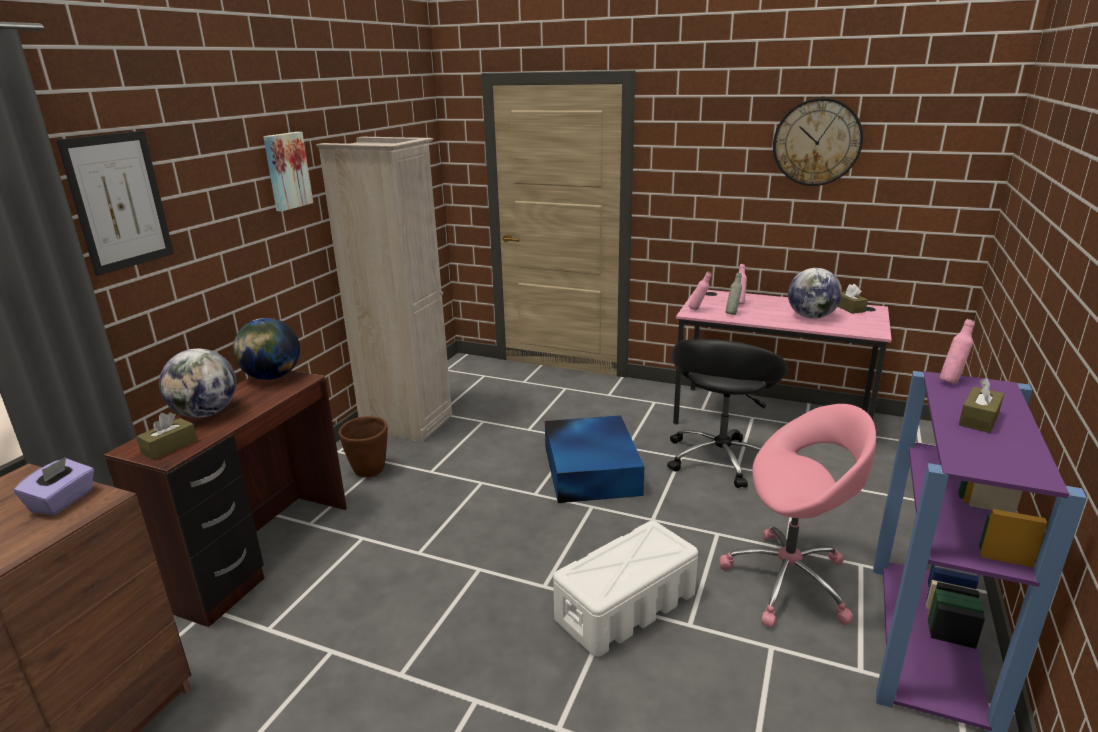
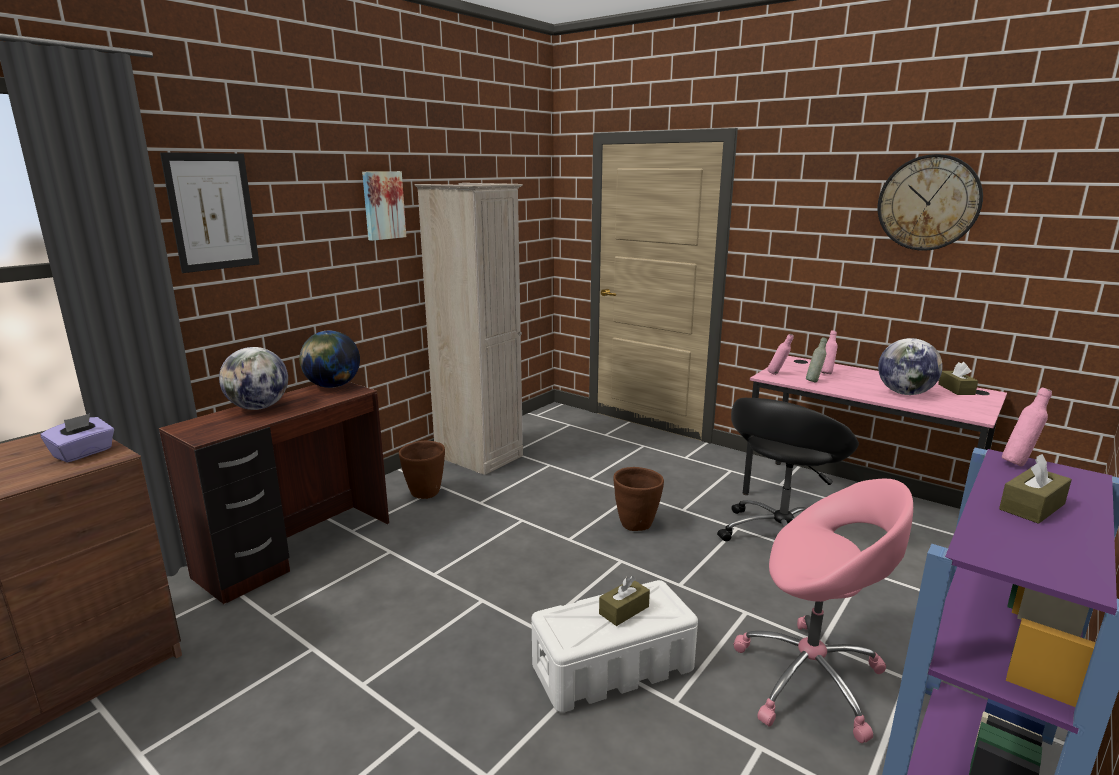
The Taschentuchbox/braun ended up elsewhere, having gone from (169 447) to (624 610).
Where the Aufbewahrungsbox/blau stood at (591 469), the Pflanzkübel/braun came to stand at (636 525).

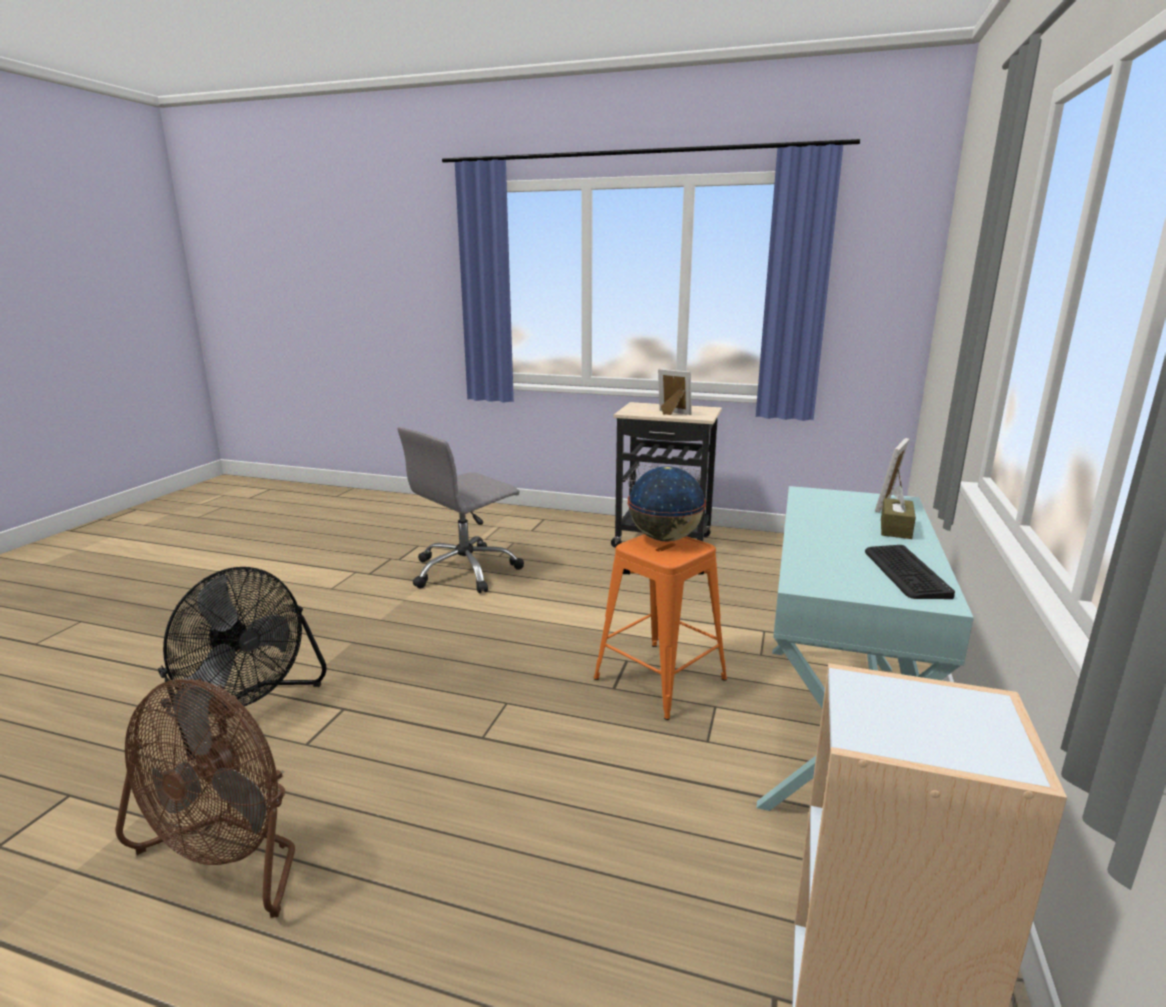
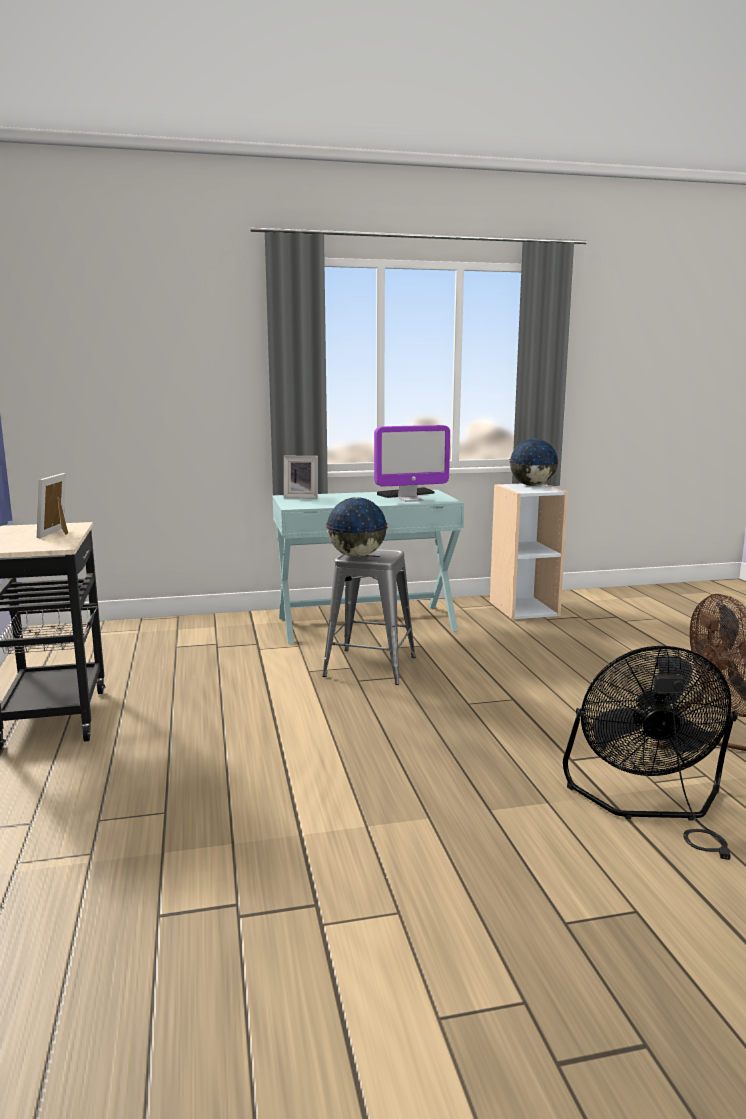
What was the Hocker/orange at (660 679) turned into the Hocker/grau at (370 666).
The second view gained the Monitor at (411 499).
The second view gained the Globus at (532 485).
The second view lost the Bürostuhl/grau at (465 571).
The second view lost the Taschentuchbox/braun at (895 528).

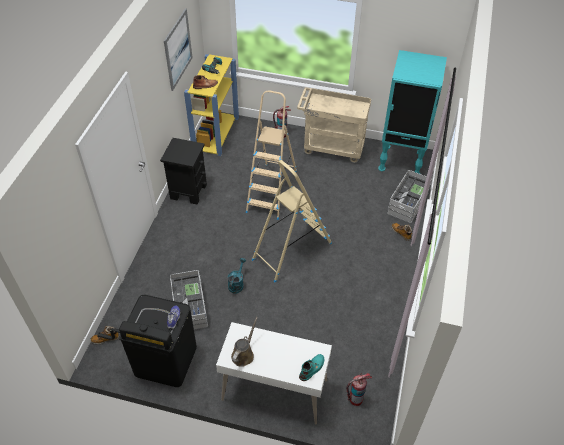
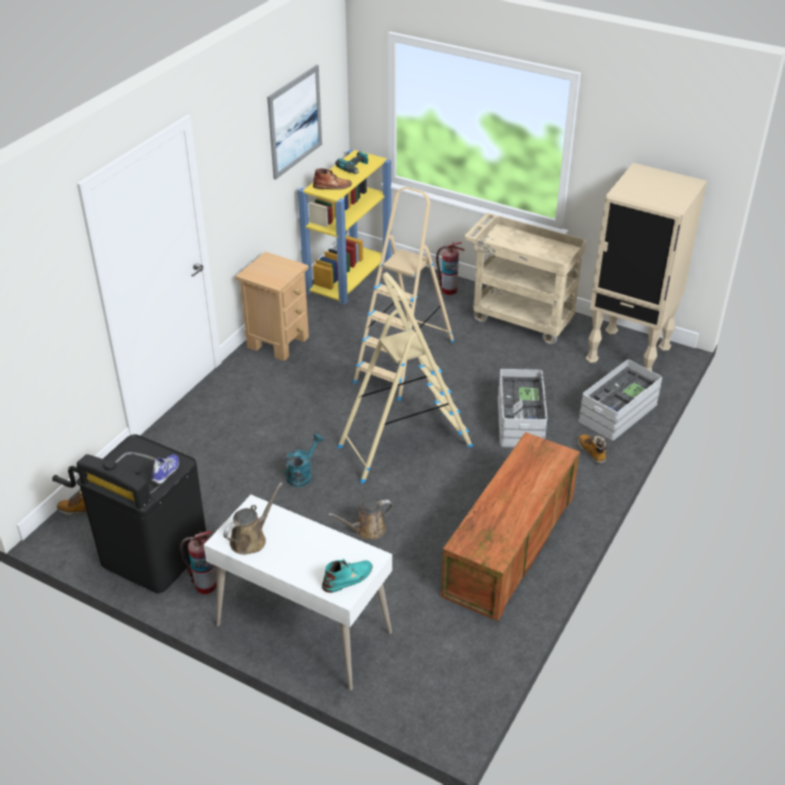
The Feuerlöscher ended up elsewhere, having gone from (355 399) to (205 585).
What was the Nachttisch/schwarz at (189 191) turned into the Nachttisch/beige at (279 342).
The second view gained the Gießkanne/braun at (367 530).
The second view gained the Bank/braun at (510 547).
The Aufbewahrungsbox/grau ended up elsewhere, having gone from (190 307) to (521 421).
What was the Schrank/türkis at (401 161) turned into the Schrank/beige at (628 353).

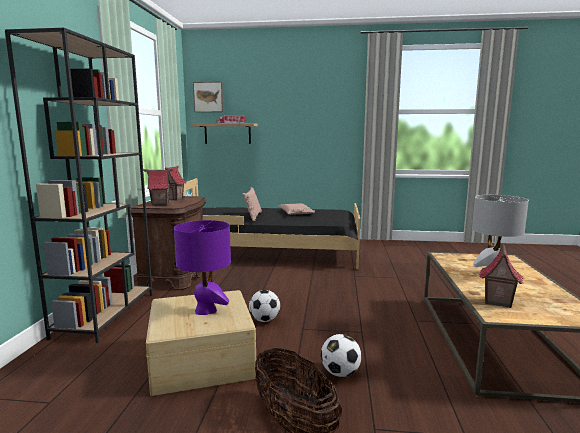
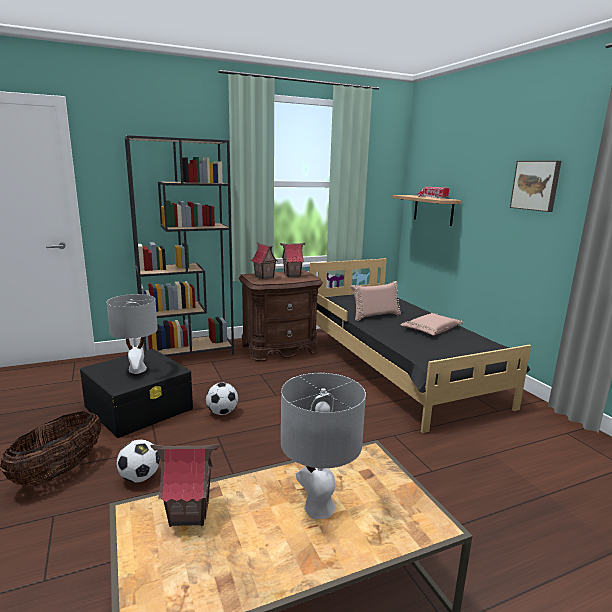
What was the Aufbewahrungsbox/beige at (202 358) turned into the Aufbewahrungsbox/schwarz at (139 407).
What was the Tischlampe/lila at (206 310) turned into the Tischlampe/grau at (137 370).
The Bild ended up elsewhere, having gone from (208 97) to (536 185).

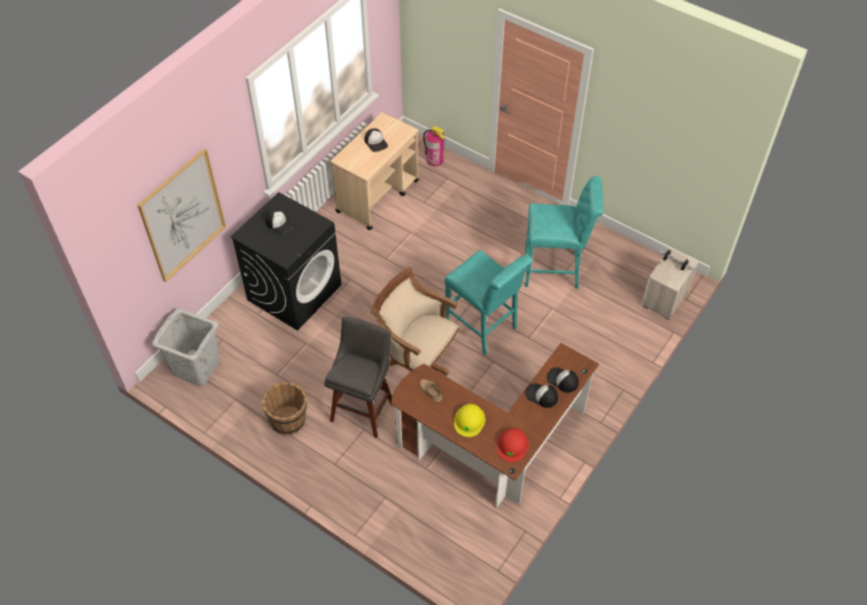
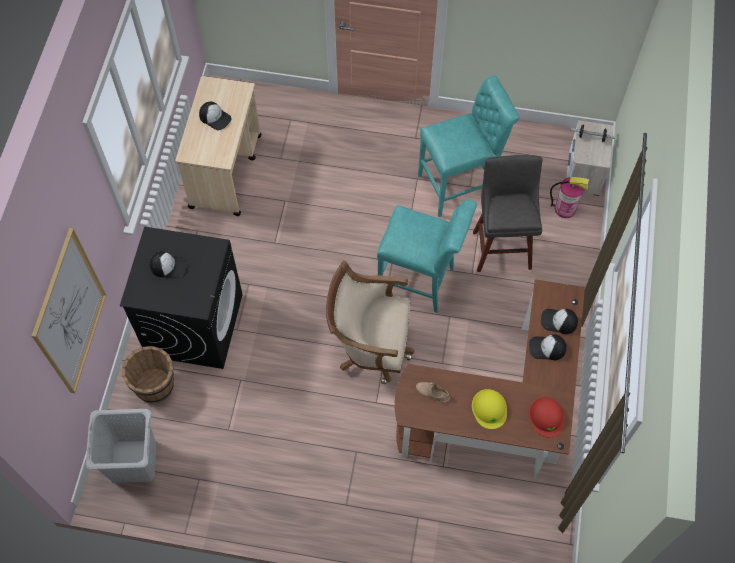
The Eimer/braun ended up elsewhere, having gone from (288 420) to (155 385).
The Hocker/grau ended up elsewhere, having gone from (364 410) to (502 247).
The Feuerlöscher ended up elsewhere, having gone from (435 160) to (565 209).

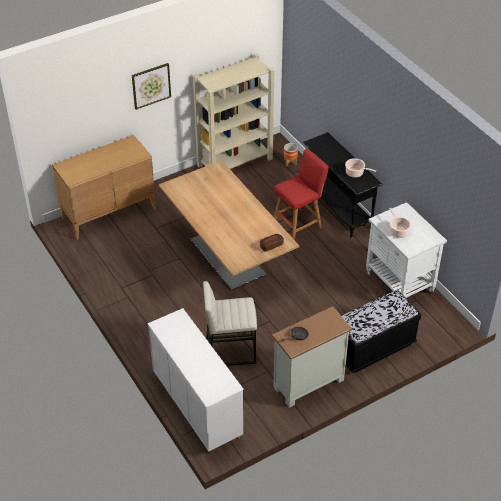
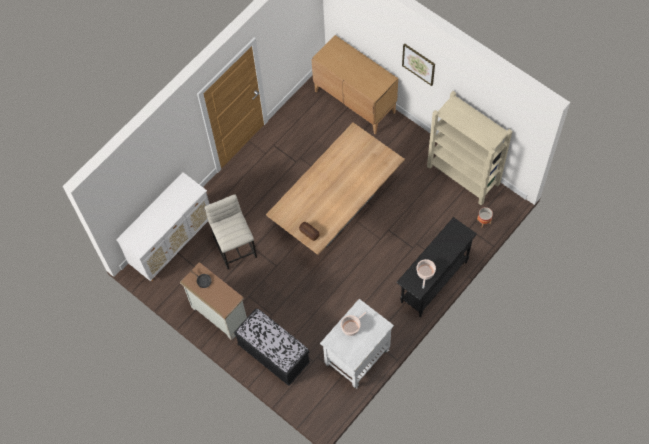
The second view lost the Hocker/rot at (299 223).

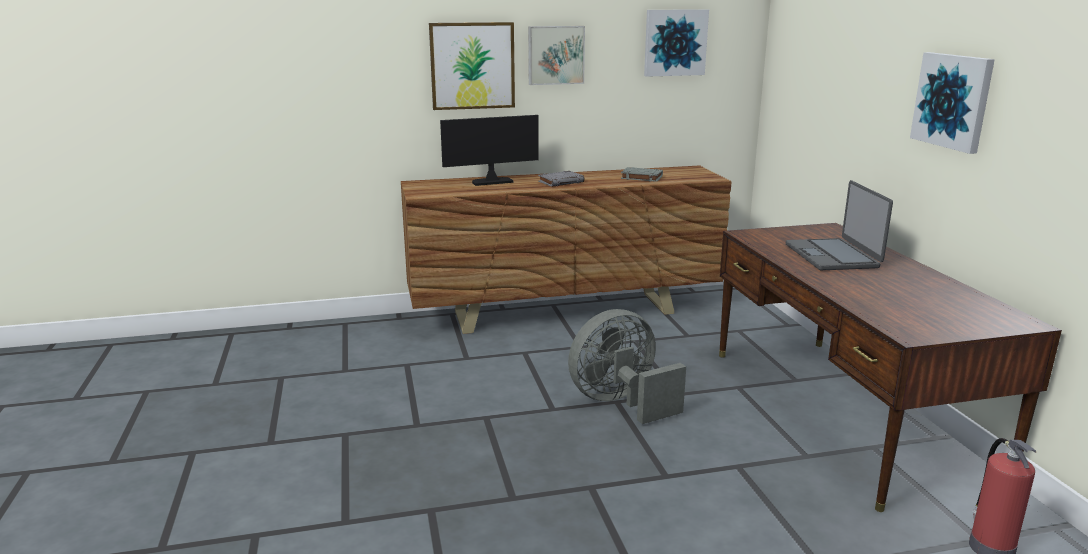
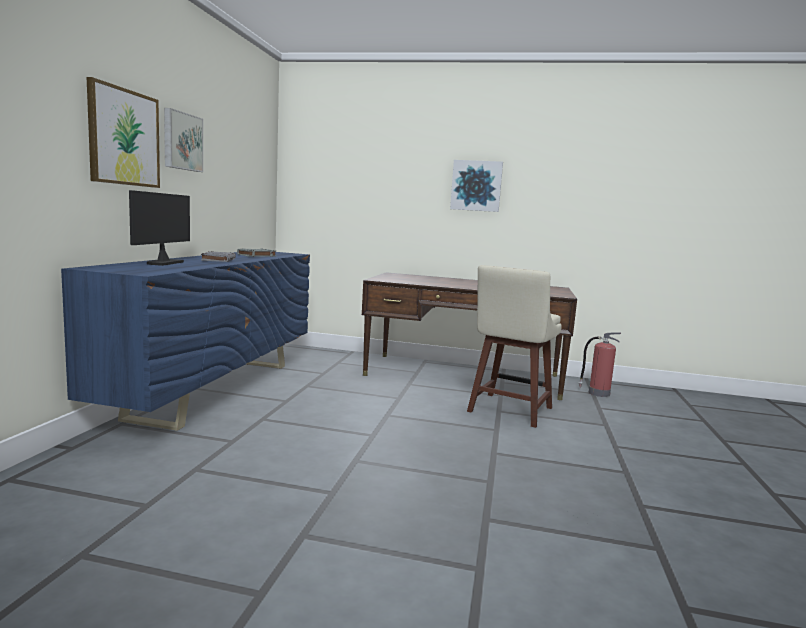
What was the Schrank/braun at (565 312) turned into the Schrank/blau at (217 388).
The second view gained the Hocker/beige at (508 411).
The second view lost the Ventilator/grau at (621 402).
The second view lost the Bild at (675 42).
The second view lost the Laptop at (833 256).

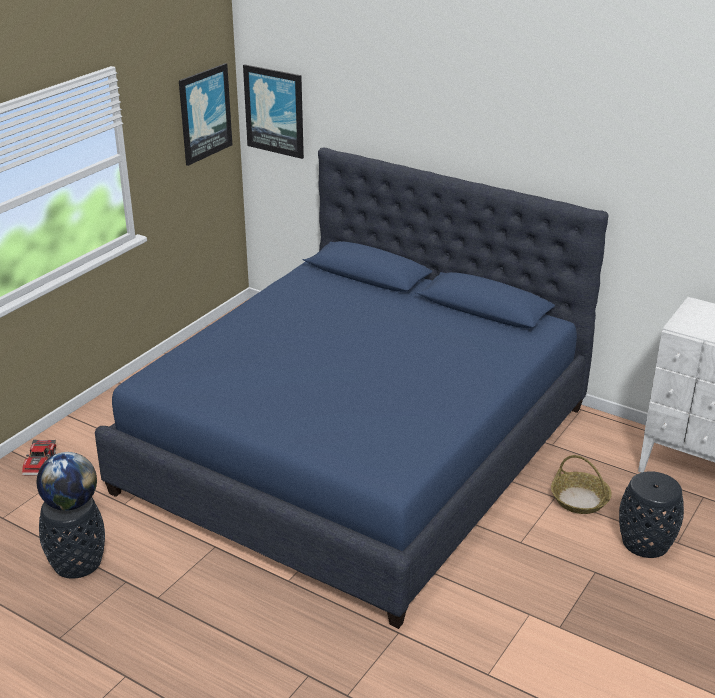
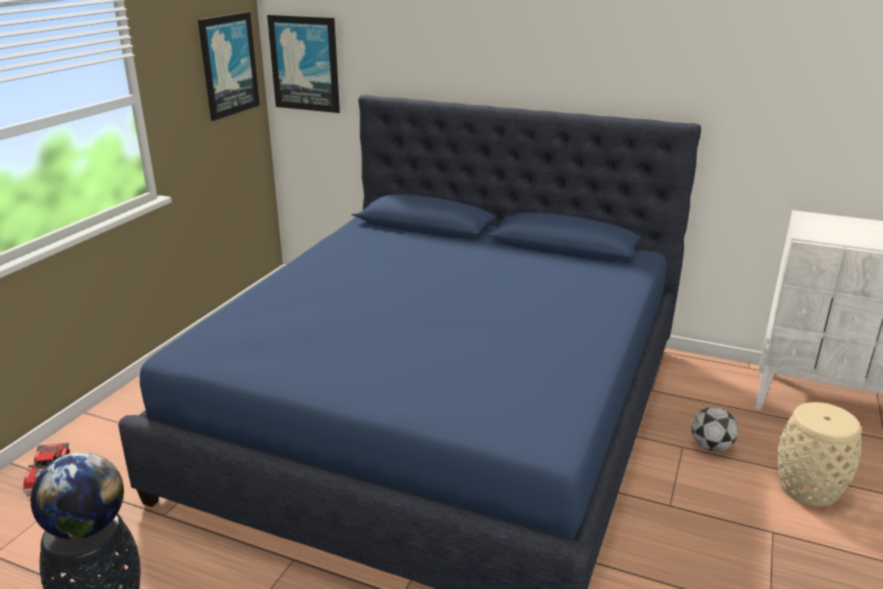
Where the Korb stood at (580 500), the Fußball came to stand at (711 446).
What was the Hocker/schwarz at (645 543) turned into the Hocker/beige at (808 488).

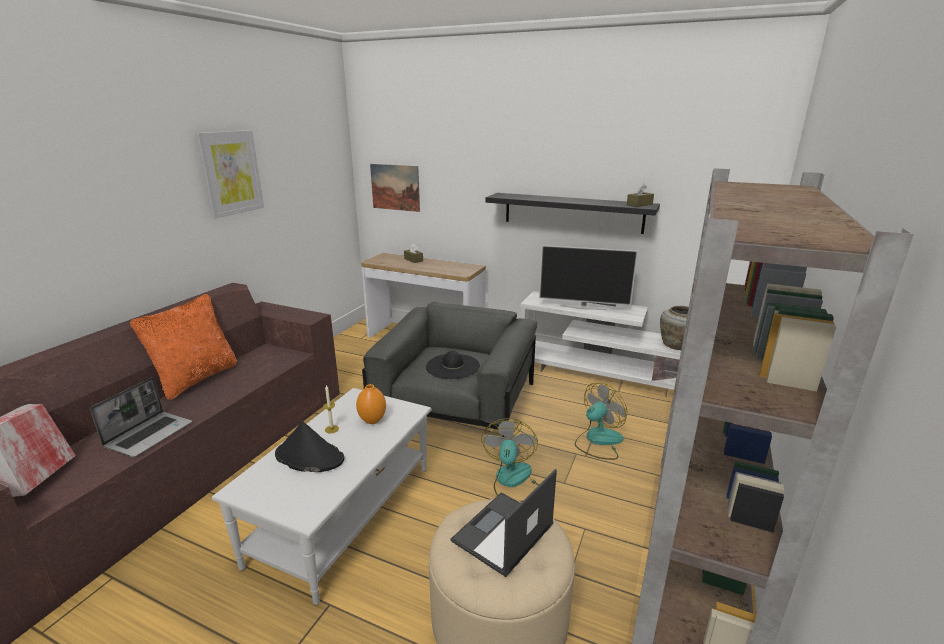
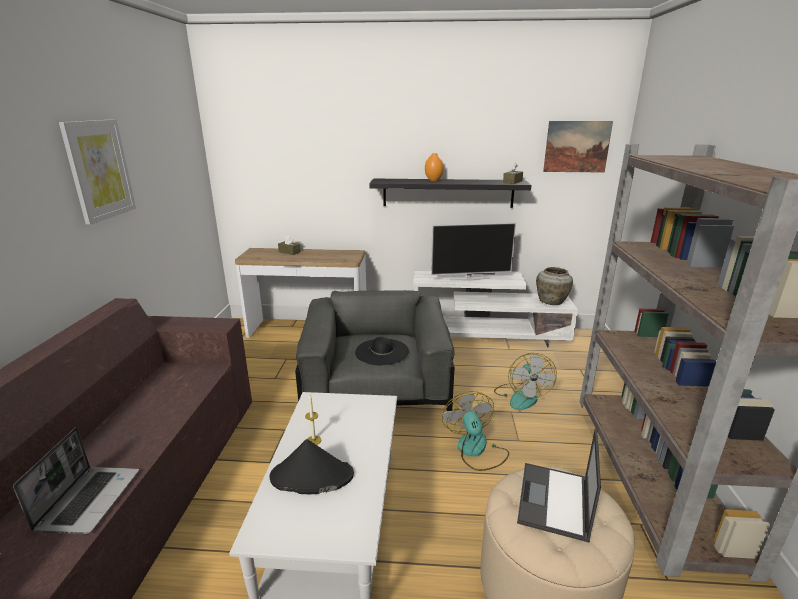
The Vase/orange ended up elsewhere, having gone from (373 420) to (434 180).
The Ventilator at (598 441) ended up facing another way, 150 degrees clockwise from before.
The Bild ended up elsewhere, having gone from (395 187) to (577 146).
The second view lost the Kissen/orange at (198 379).

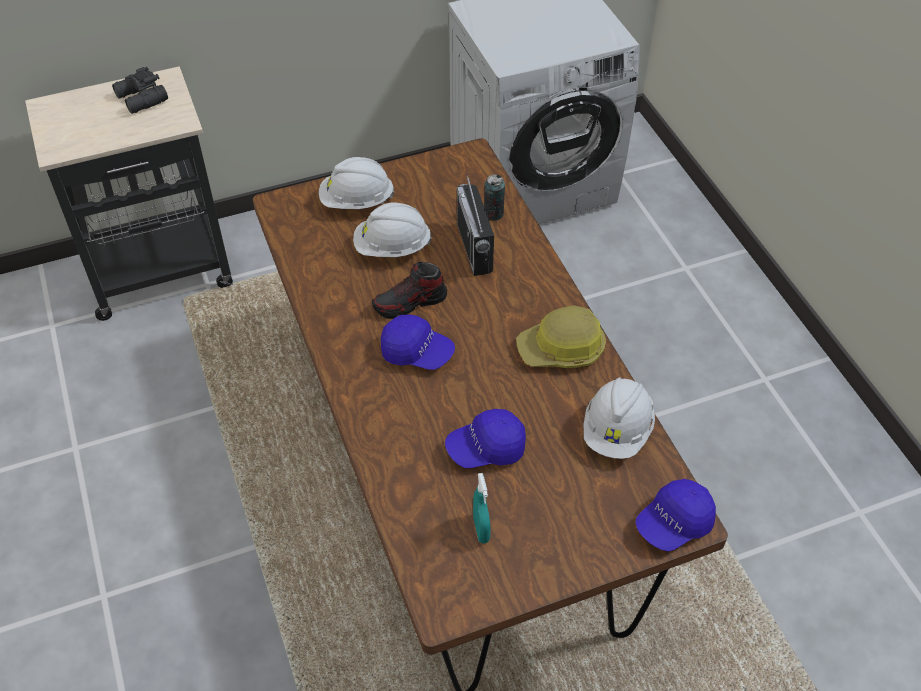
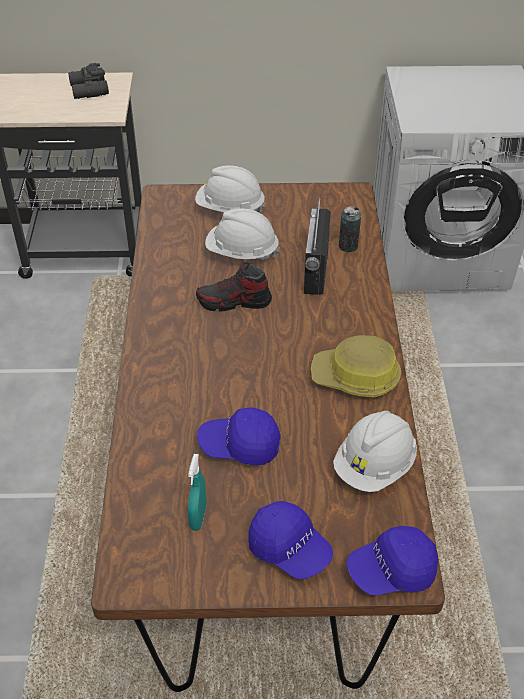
The Kappe/blau ended up elsewhere, having gone from (417 352) to (289 549).

